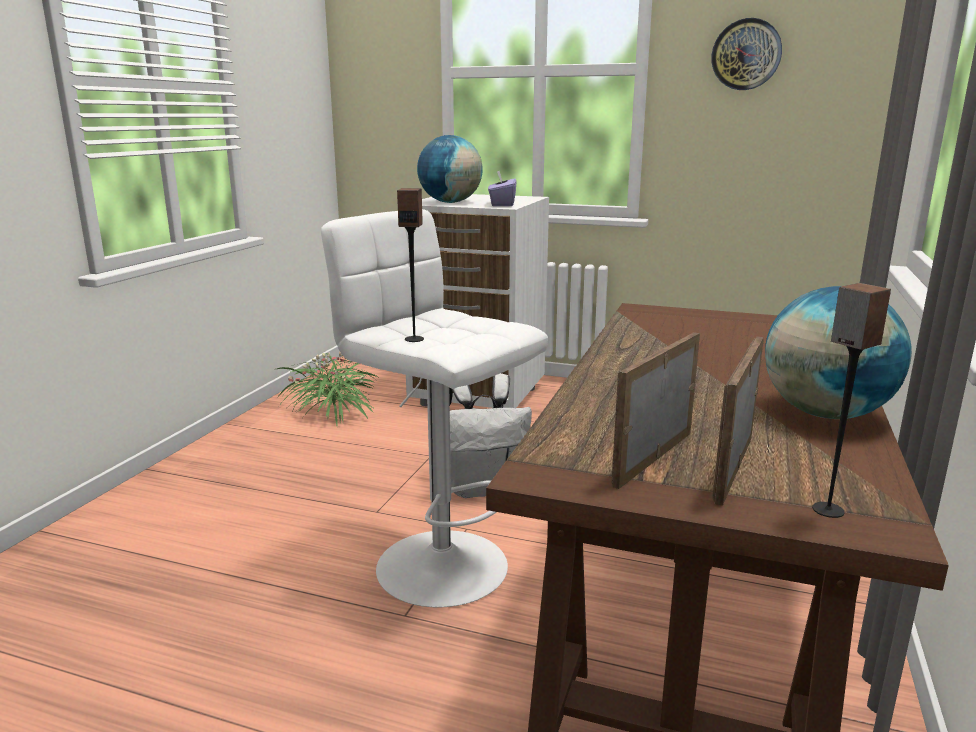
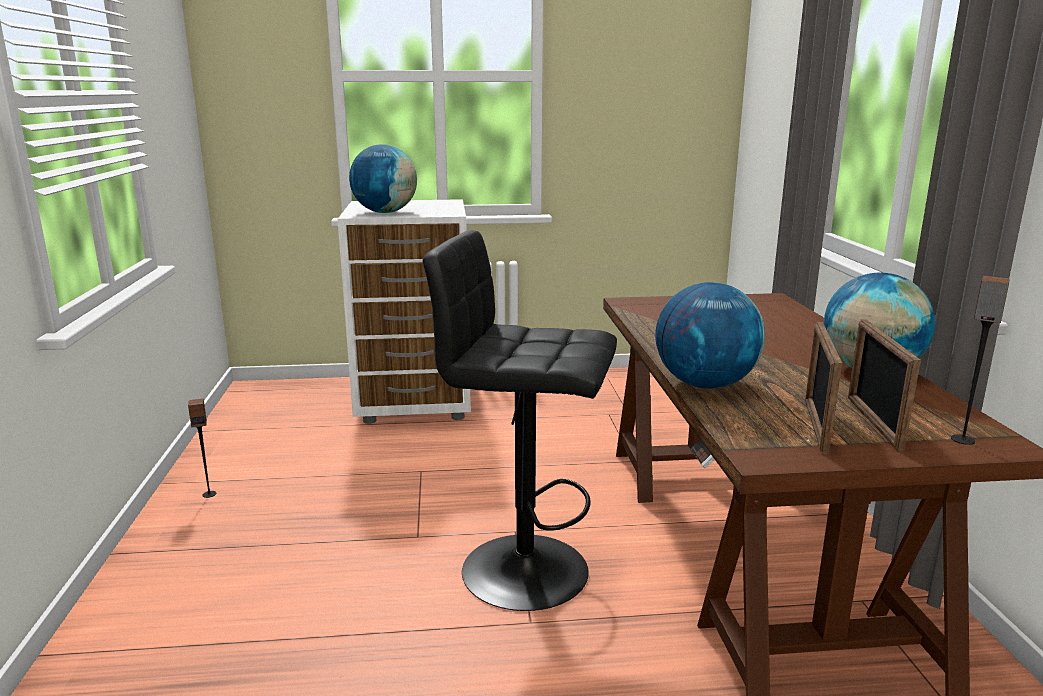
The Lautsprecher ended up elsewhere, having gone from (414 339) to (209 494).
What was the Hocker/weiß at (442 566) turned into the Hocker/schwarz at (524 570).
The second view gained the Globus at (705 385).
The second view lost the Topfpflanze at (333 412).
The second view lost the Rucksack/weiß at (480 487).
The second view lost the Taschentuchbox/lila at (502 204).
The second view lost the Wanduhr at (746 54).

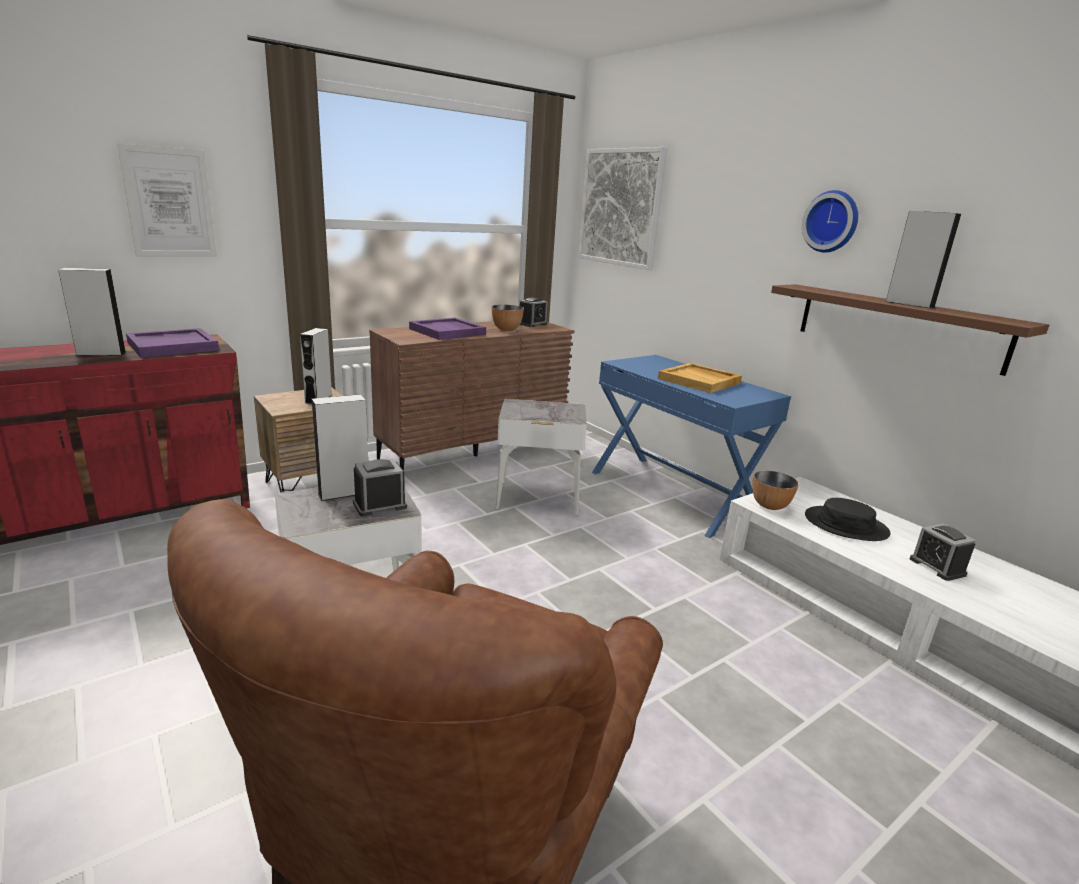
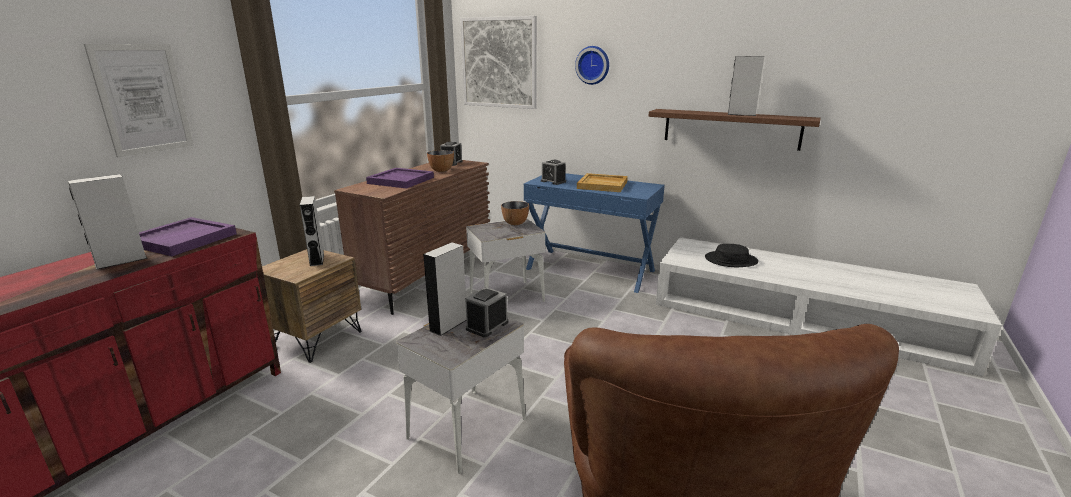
The Schüssel ended up elsewhere, having gone from (770 506) to (515 223).
The Wecker ended up elsewhere, having gone from (937 567) to (553 181).
The Wanduhr ended up elsewhere, having gone from (832 222) to (593 65).

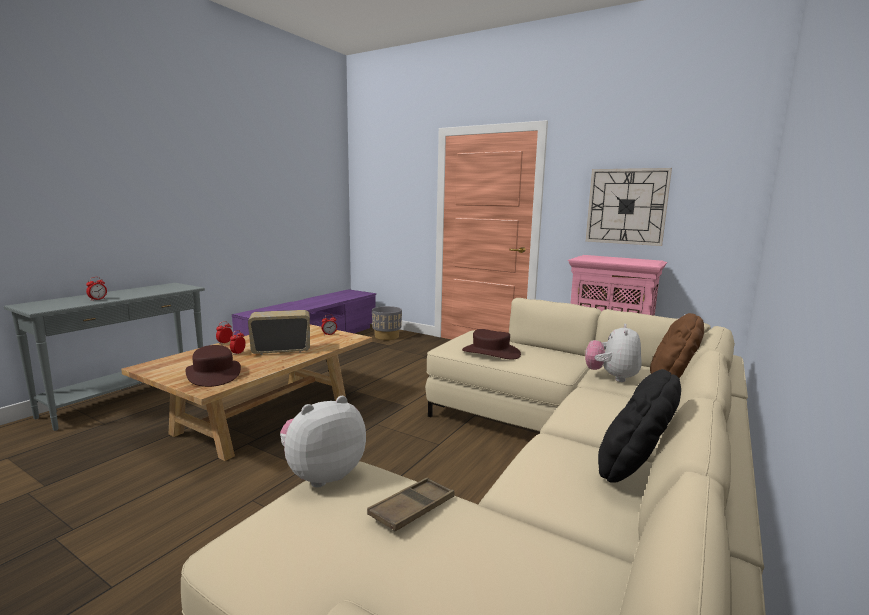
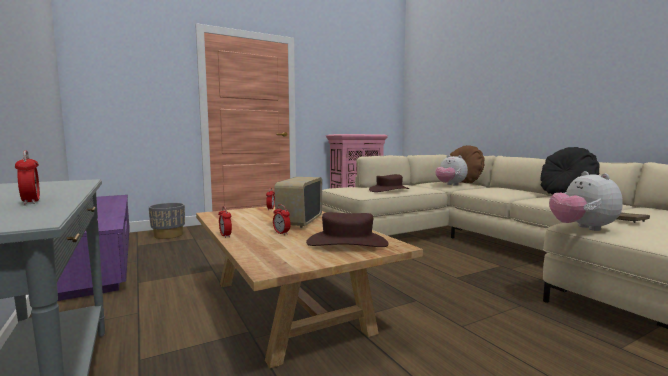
The second view lost the Wanduhr at (626 206).

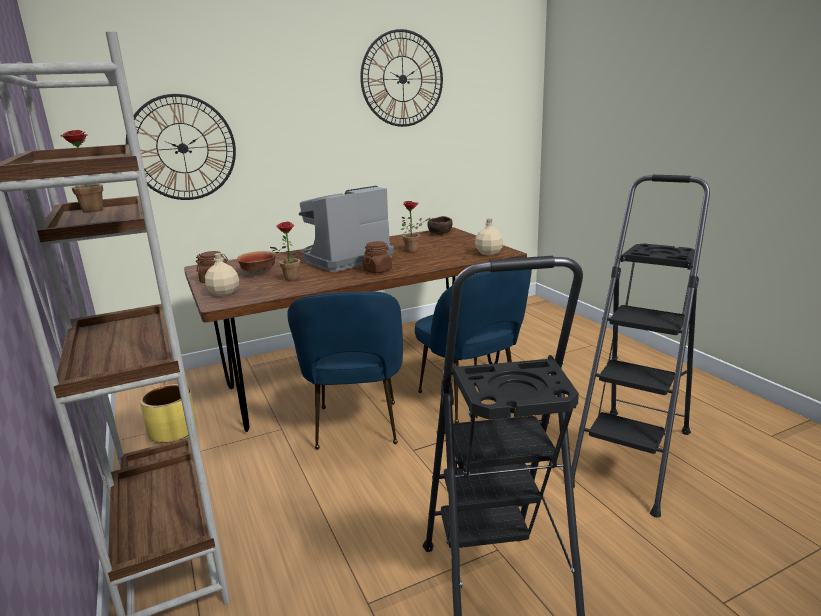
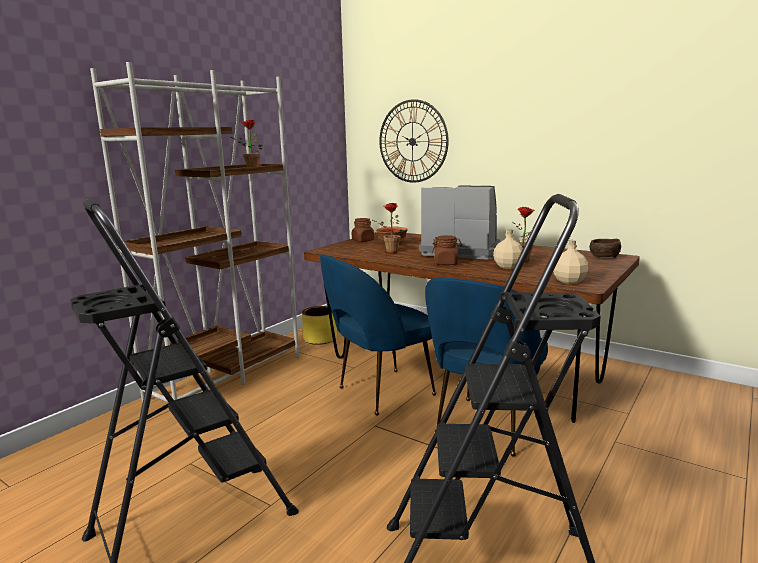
The Flasche/beige ended up elsewhere, having gone from (224 293) to (508 266).
The second view lost the Wanduhr at (402 79).

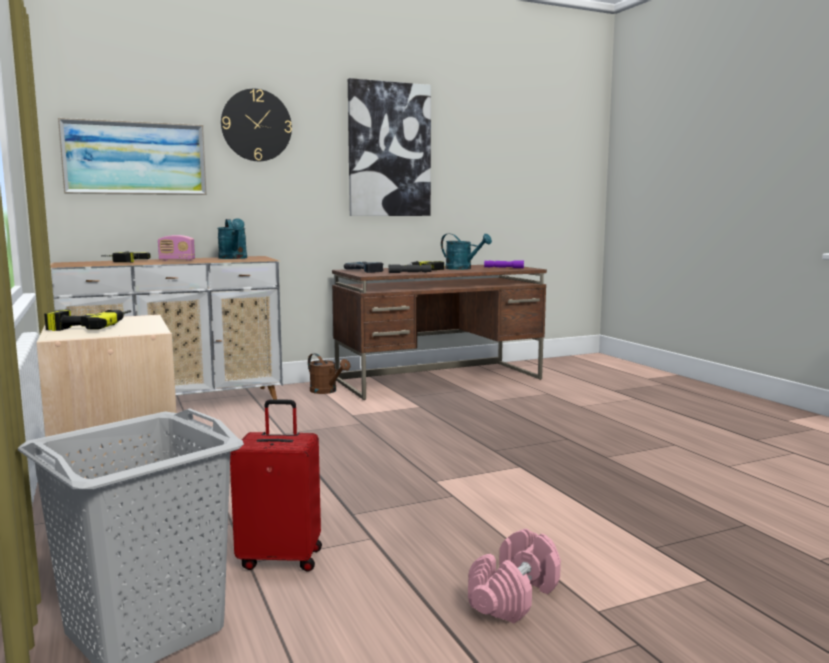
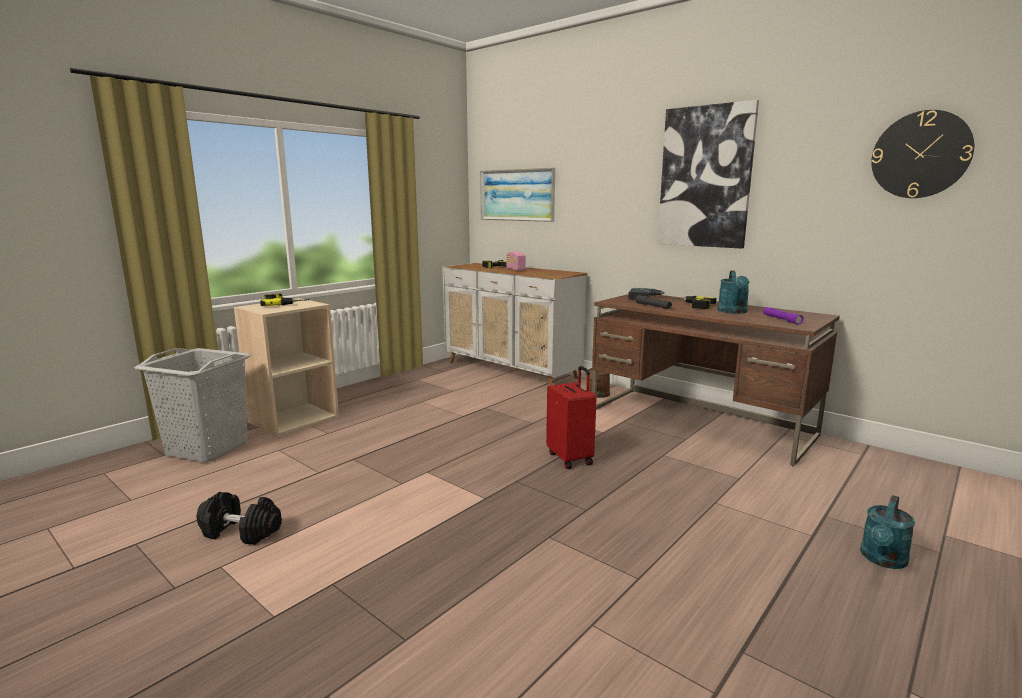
What was the Hantel/rosa at (514 596) turned into the Hantel/schwarz at (242 532).
The Koffer/rot ended up elsewhere, having gone from (281 558) to (571 458).
The Gießkanne/türkis ended up elsewhere, having gone from (234 258) to (882 560).
The Wanduhr ended up elsewhere, having gone from (256 125) to (920 155).

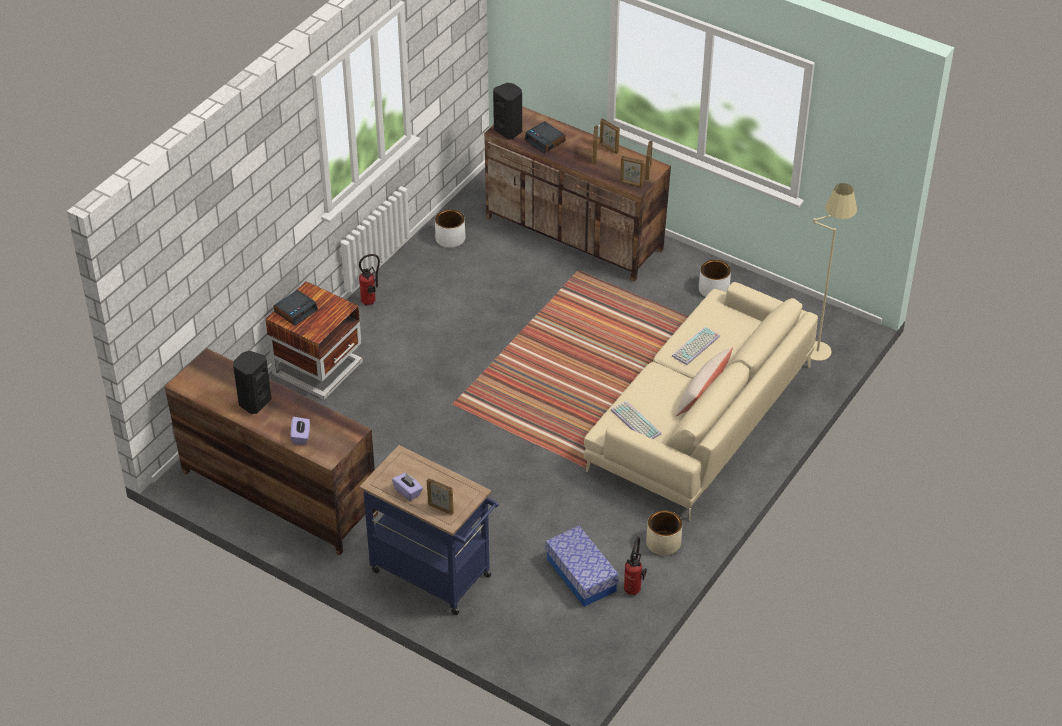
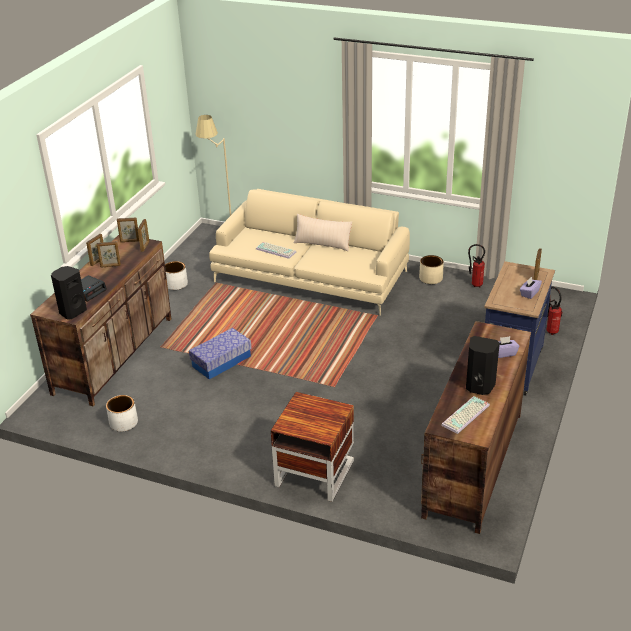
The Aufbewahrungsbox ended up elsewhere, having gone from (581 575) to (221 361).
The Tastatur ended up elsewhere, having gone from (634 422) to (466 416).
The Feuerlöscher ended up elsewhere, having gone from (371 302) to (551 331).
The second view lost the Wecker at (296 311).

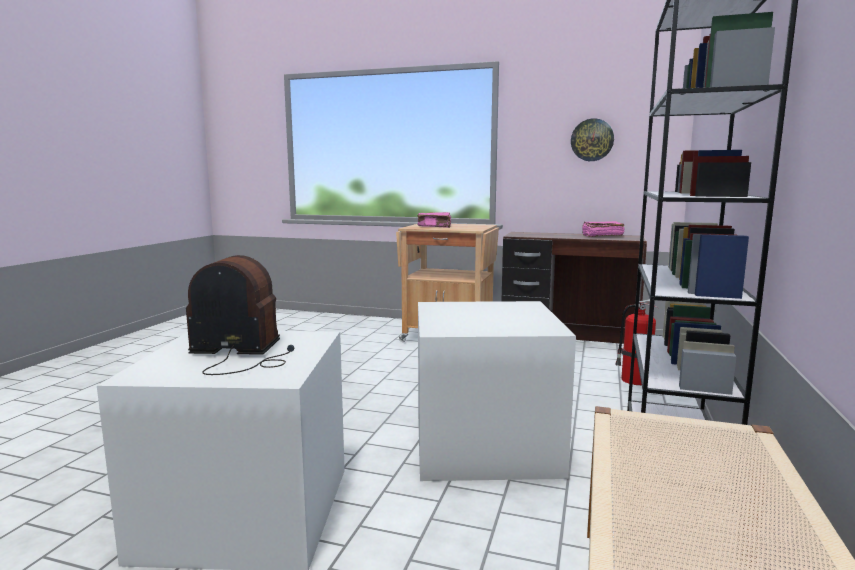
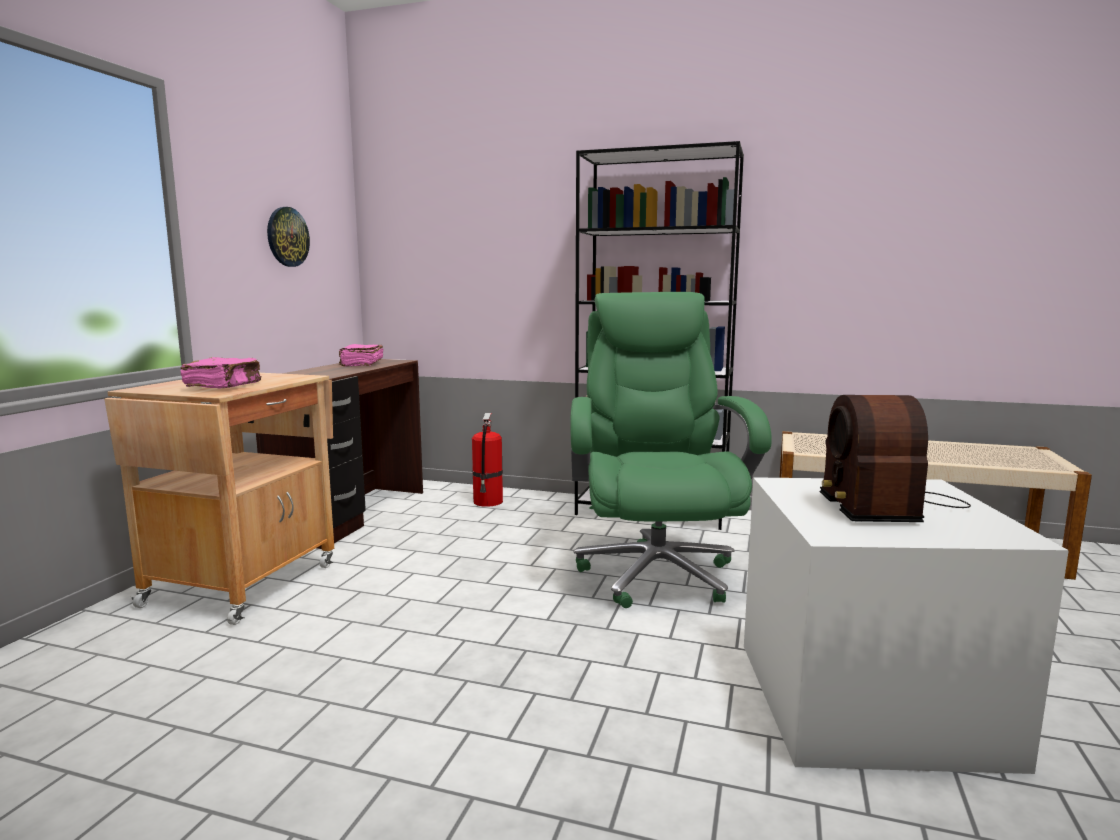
Where the Aufbewahrungsbox/weiß stood at (487 445), the Bürostuhl/grün came to stand at (655 572).

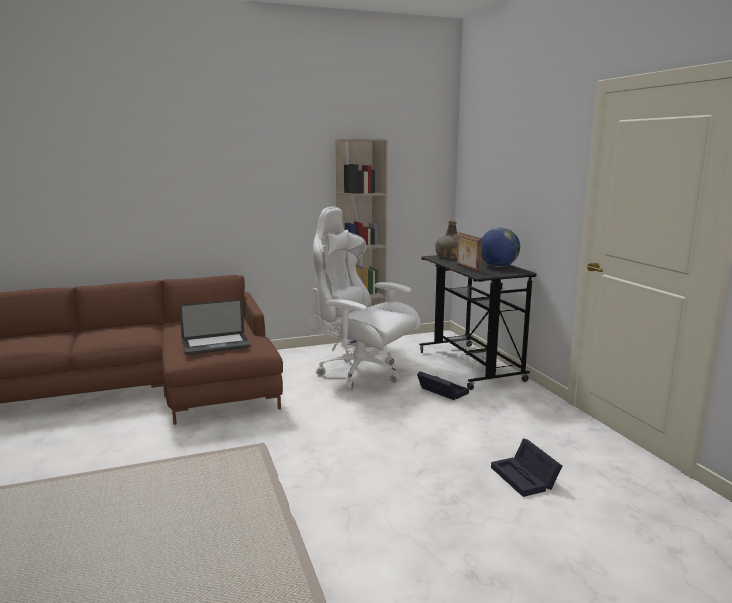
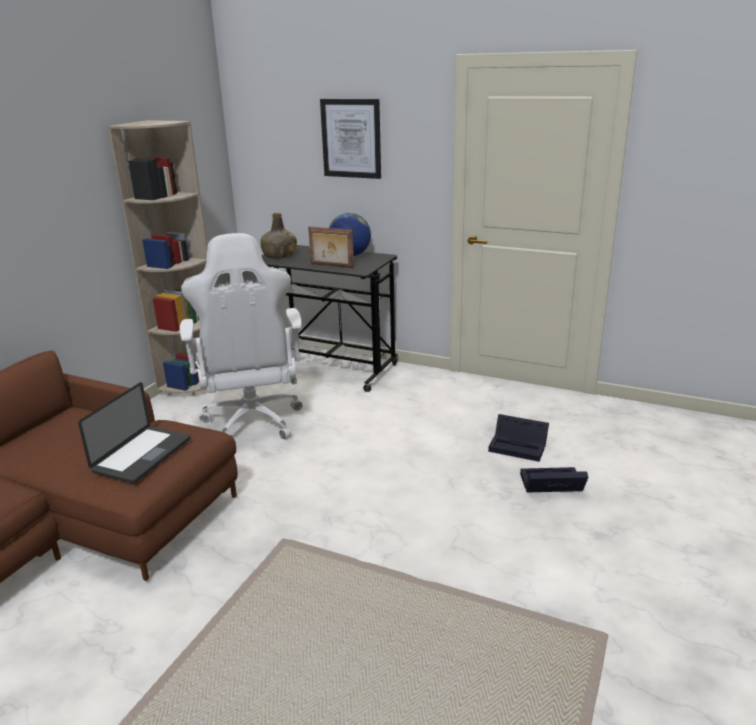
The Bürostuhl/weiß at (365 375) ended up facing another way, 90 degrees counterclockwise from before.
The second view gained the Bild at (351 138).
The Aufbewahrungsbox/schwarz ended up elsewhere, having gone from (441 391) to (550 486).

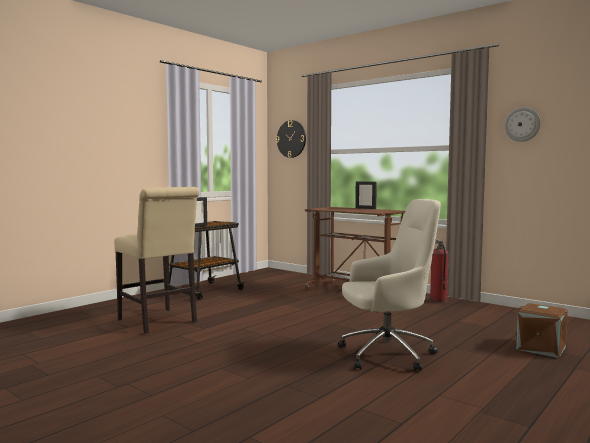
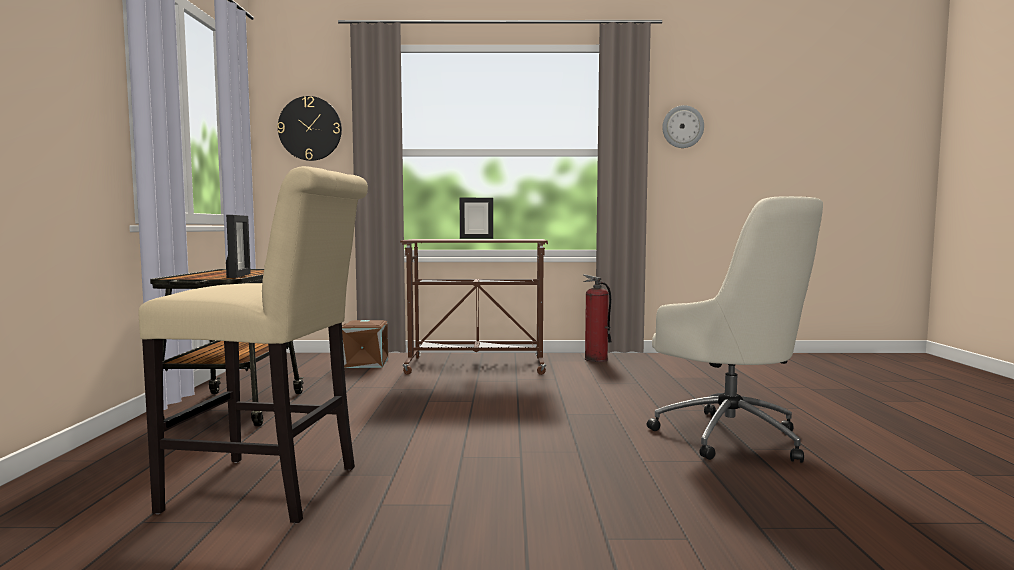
The Aufbewahrungsbox/braun ended up elsewhere, having gone from (540 348) to (365 363).
The Bürostuhl/beige at (387 355) ended up facing another way, 105 degrees clockwise from before.

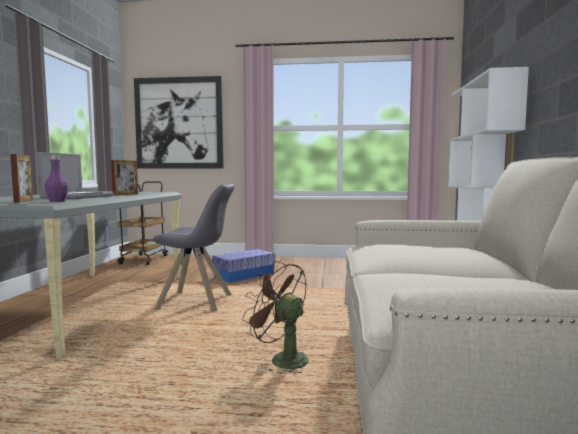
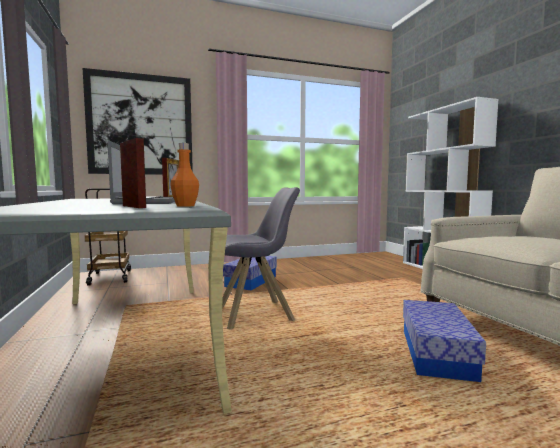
What was the Flasche/lila at (57 201) turned into the Flasche/orange at (185 206).
Where the Ventilator/braun stood at (281 359), the Aufbewahrungsbox came to stand at (436 354).

